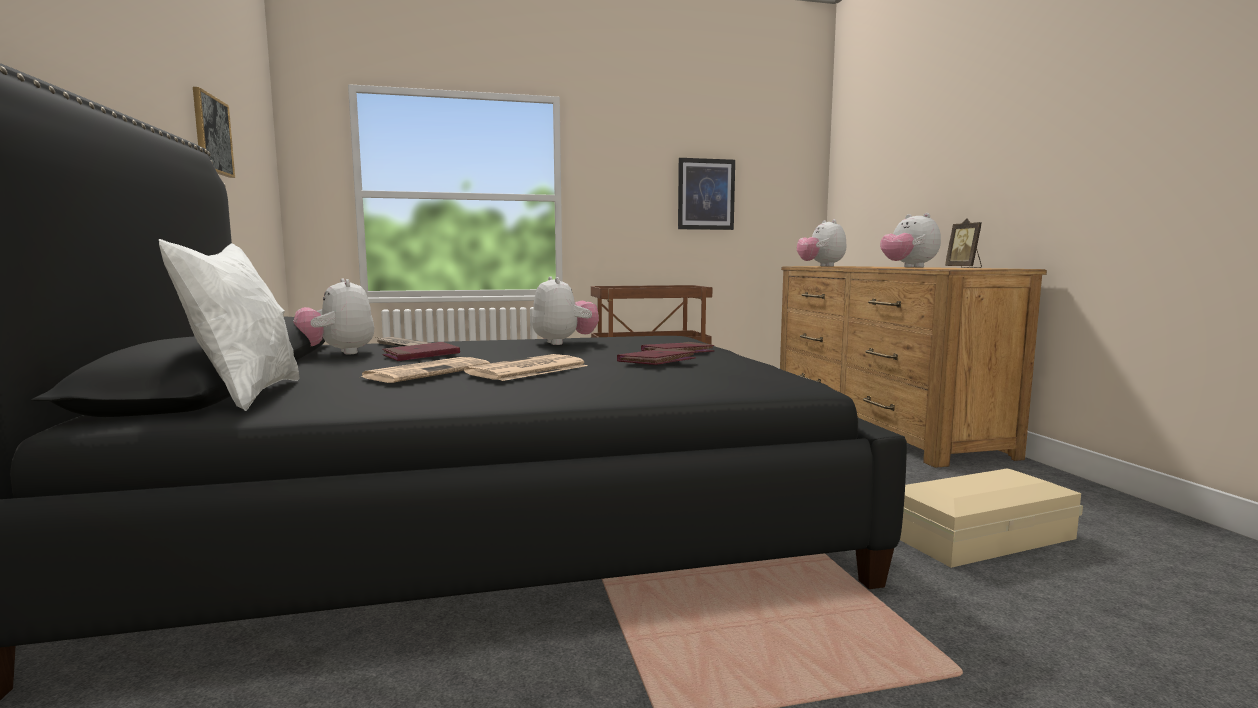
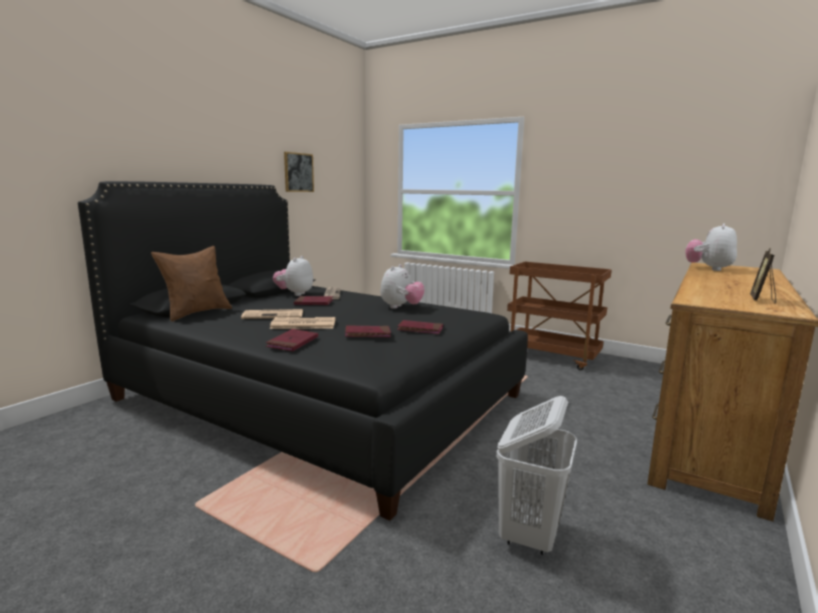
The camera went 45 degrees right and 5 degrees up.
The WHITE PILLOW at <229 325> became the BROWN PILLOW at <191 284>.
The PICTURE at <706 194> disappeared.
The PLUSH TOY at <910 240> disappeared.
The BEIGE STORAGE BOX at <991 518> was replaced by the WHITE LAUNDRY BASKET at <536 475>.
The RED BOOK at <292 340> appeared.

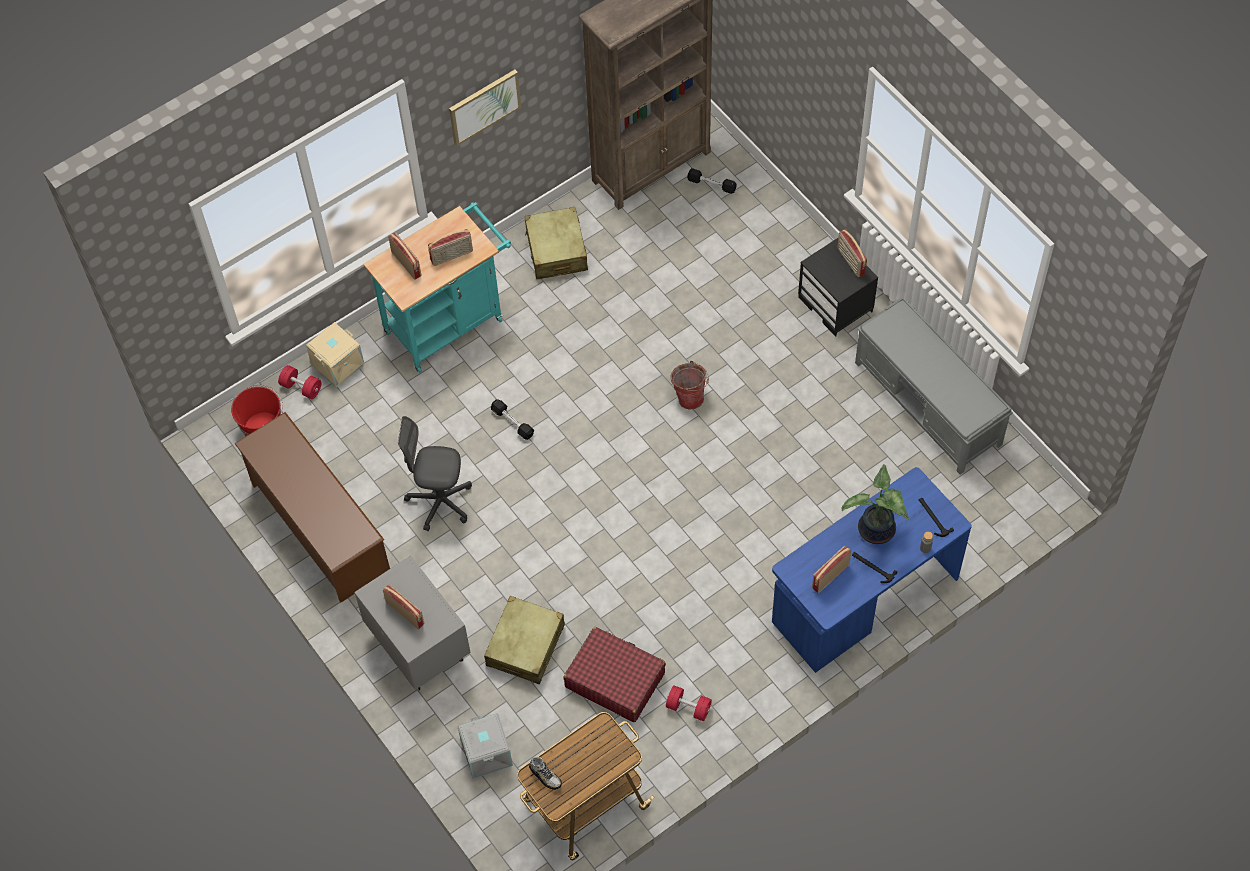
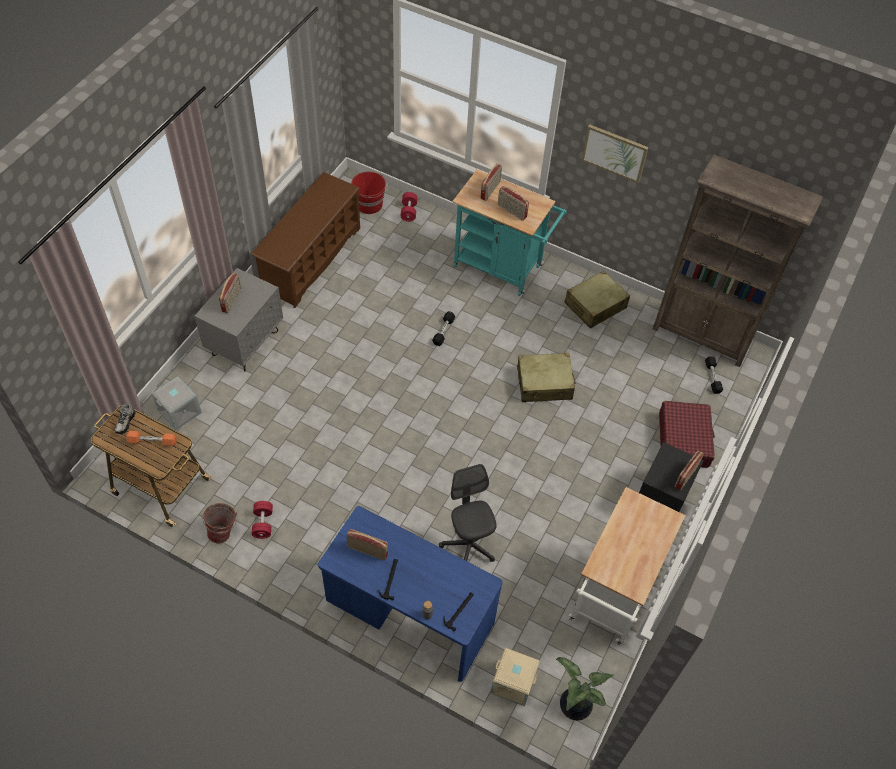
The camera went 60 degrees right and 5 degrees down.
The BEIGE STORAGE BOX moved from <335 354> to <515 677>.
The GREY OFFICE CHAIR moved from <435 473> to <468 513>.
The BEIGE SUITCASE moved from <524 640> to <546 377>.
The RED SUITCASE moved from <615 674> to <687 434>.
The BUCKET moved from <689 385> to <219 523>.
The POTTED PLANT moved from <875 504> to <585 688>.
The GREY BENCH at <934 386> was replaced by the WHITE CART at <626 566>.
The ORANGE DUMBBELL at <151 438> appeared.

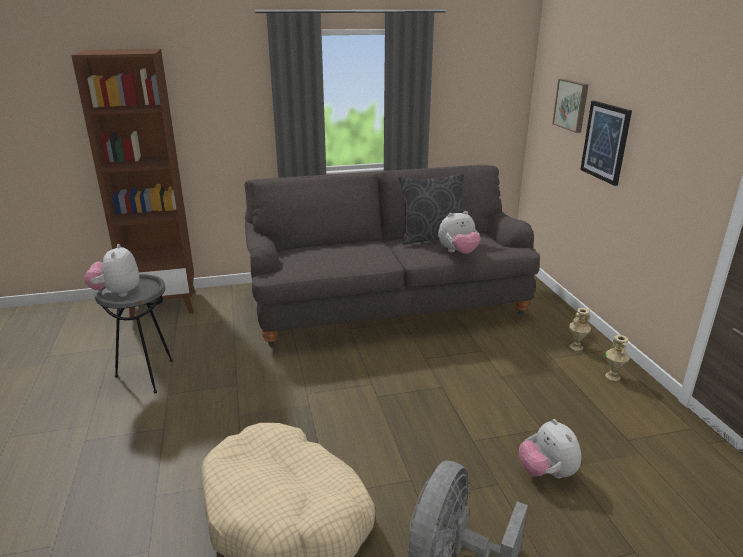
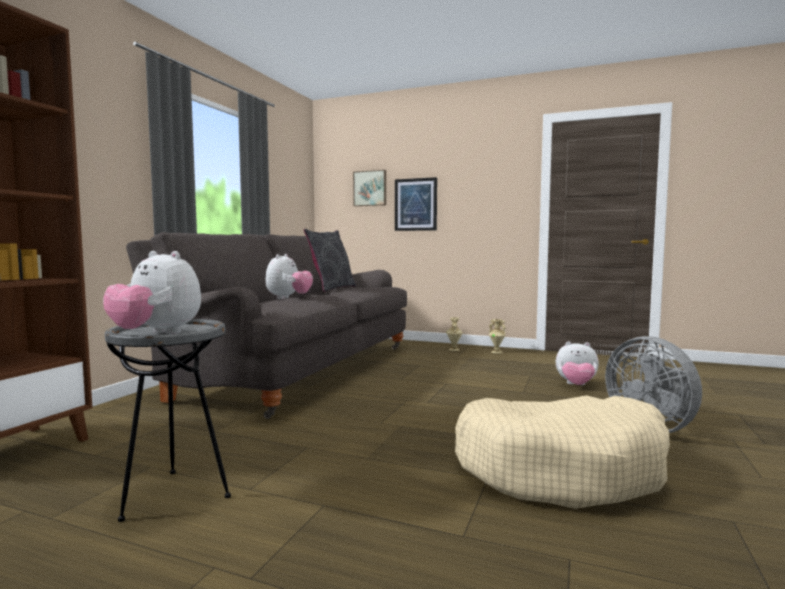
The camera went 55 degrees left and 20 degrees down.
The PLUSH TOY moved from <459 232> to <289 276>.

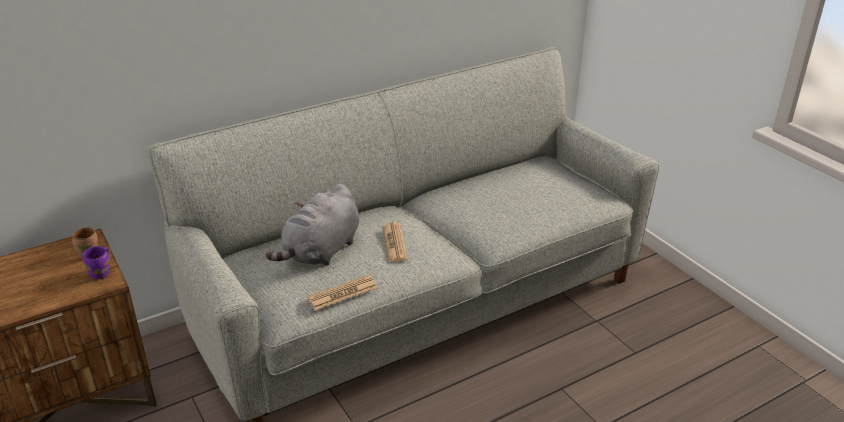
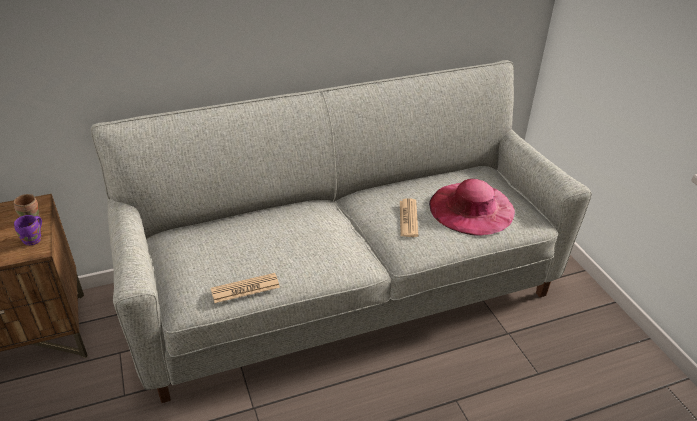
The camera went 10 degrees right and 5 degrees up.
The GREY PLUSH TOY at <312 225> disappeared.
The NEWSPAPER moved from <395 242> to <409 217>.
The PINK HAT at <472 207> appeared.

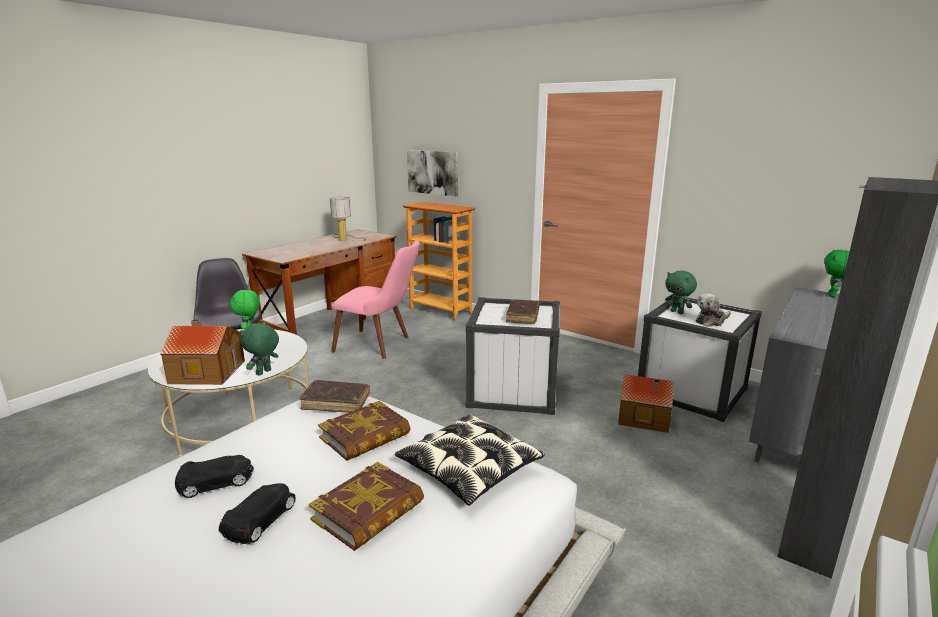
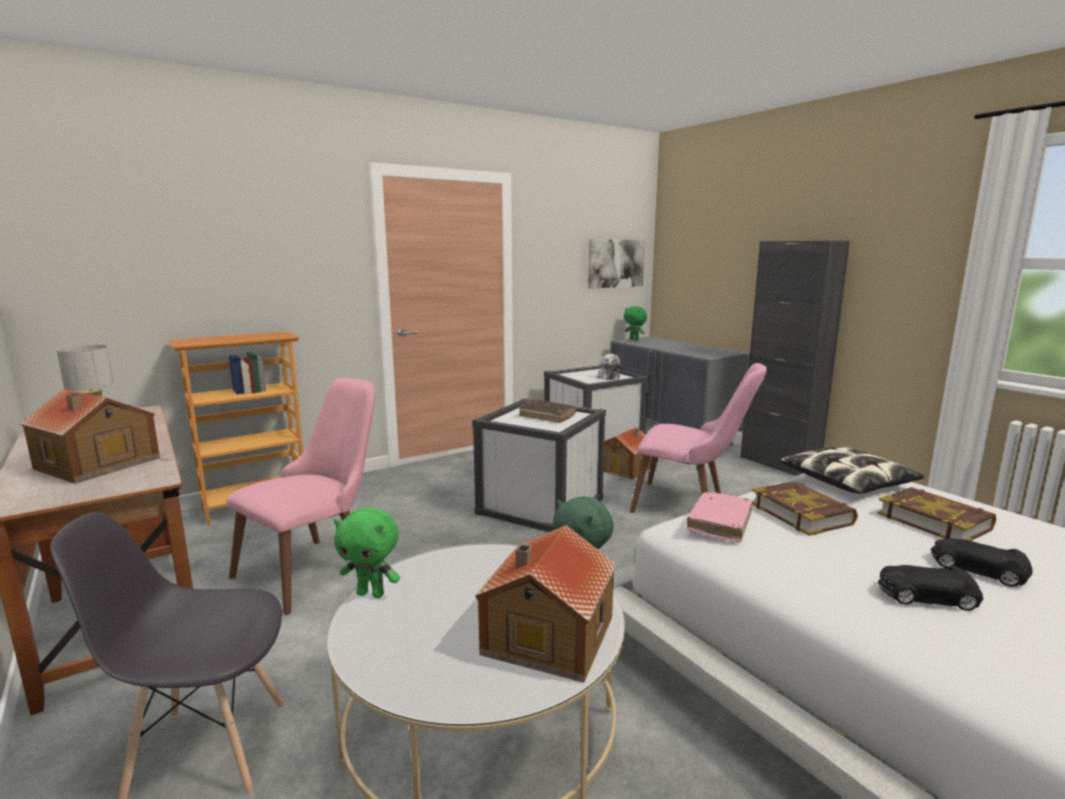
The camera went 70 degrees left and 5 degrees down.
The BLACK TOY CAR at <214 476> turned 75 degrees counterclockwise.
The BROWN BOOK at <335 396> became the PINK BOOK at <719 517>.
The PICTURE moved from <432 173> to <616 264>.
The GREEN PLUSH TOY at <681 292> disappeared.
The TOY HOUSE at <90 436> appeared.
The PINK CHAIR at <698 438> appeared.

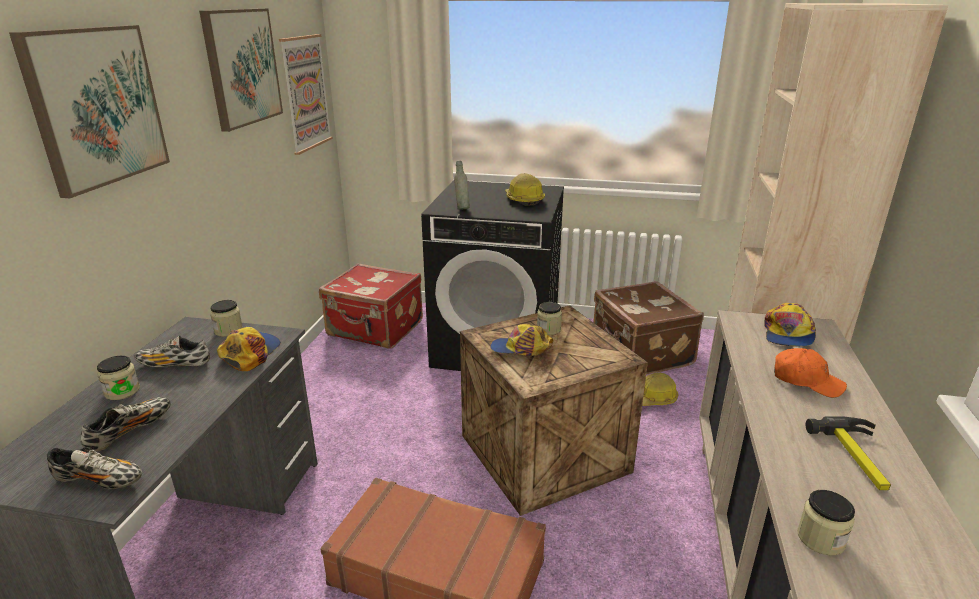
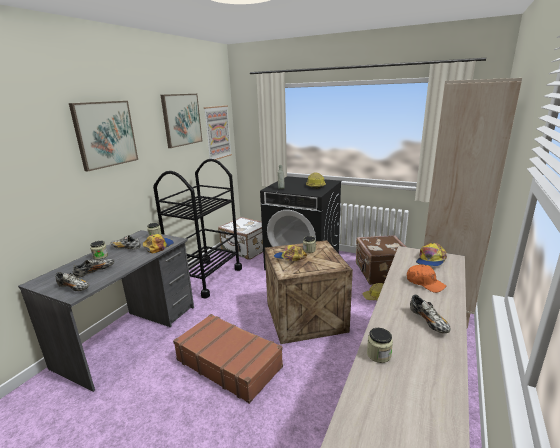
The camera went 15 degrees right and 5 degrees down.
The RED SUITCASE at <371 306> became the WHITE SUITCASE at <240 238>.
The HAMMER at <848 453> was replaced by the SHOE at <430 313>.
The BLACK CART at <197 228> appeared.

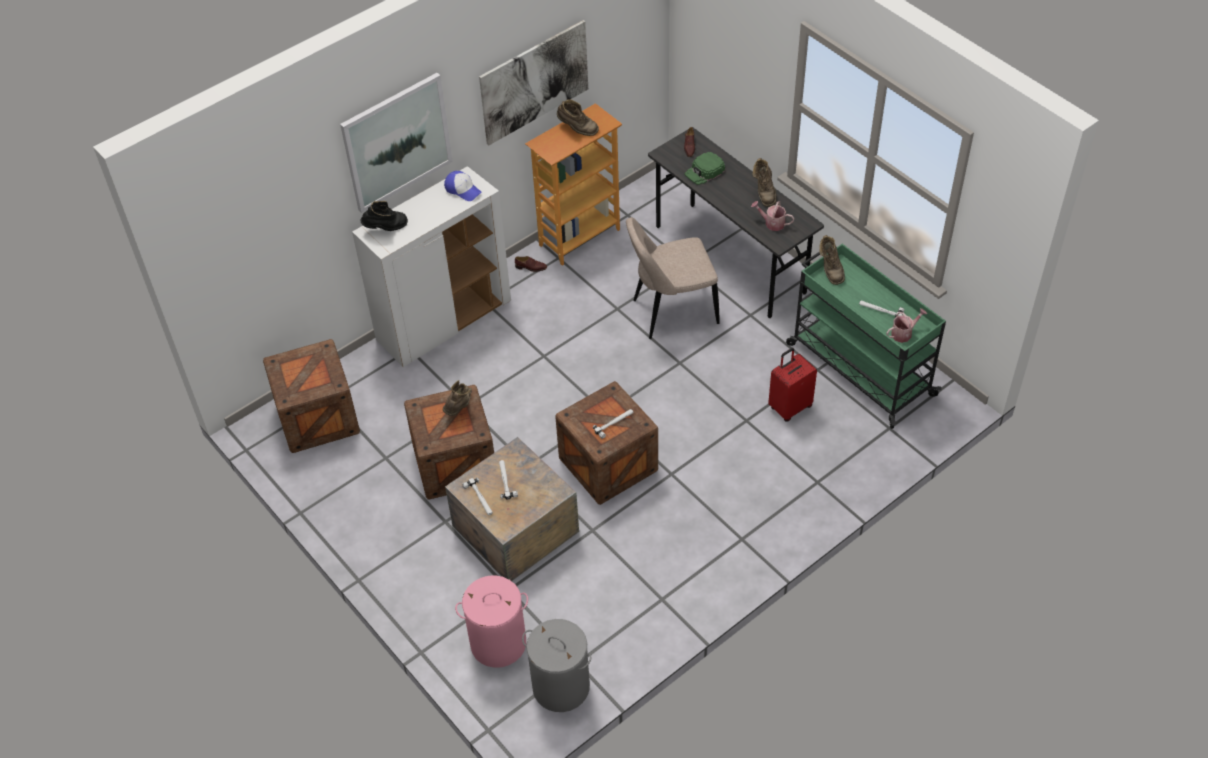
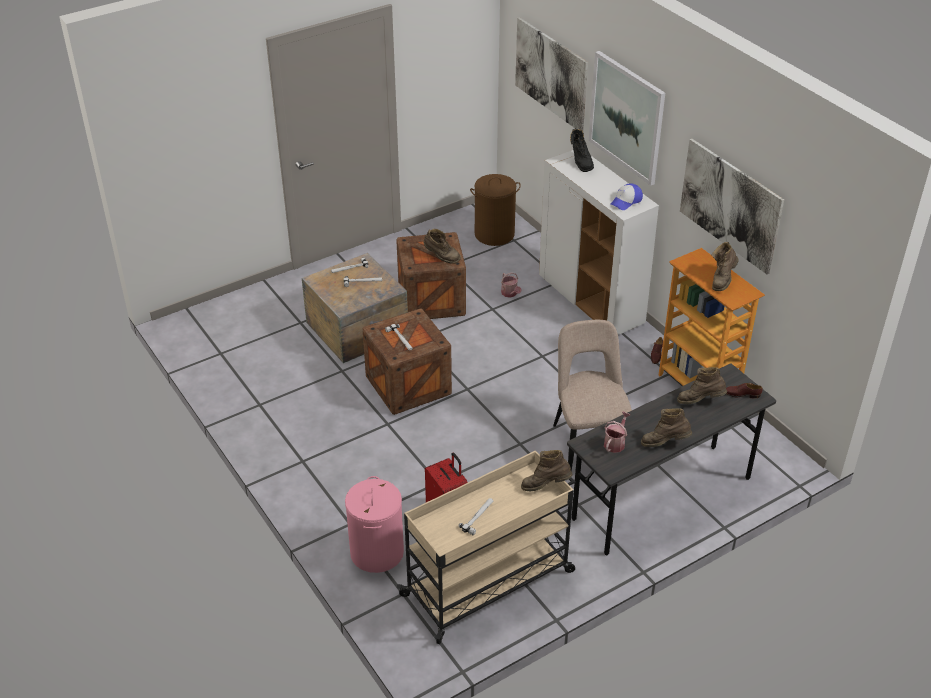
The camera went 95 degrees right and 10 degrees down.
The CRATE at <311 396> was replaced by the BROWN LAUNDRY BASKET at <495 210>.
The PINK LAUNDRY BASKET moved from <491 621> to <374 524>.
The GREY LAUNDRY BASKET at <556 665> disappeared.
The GREEN CAP at <705 168> was replaced by the BROWN BOOT at <702 385>.
The GREEN CART at <866 336> became the BEIGE CART at <486 547>.
The WATERING CAN moved from <906 325> to <511 285>.
The PICTURE at <551 74> appeared.

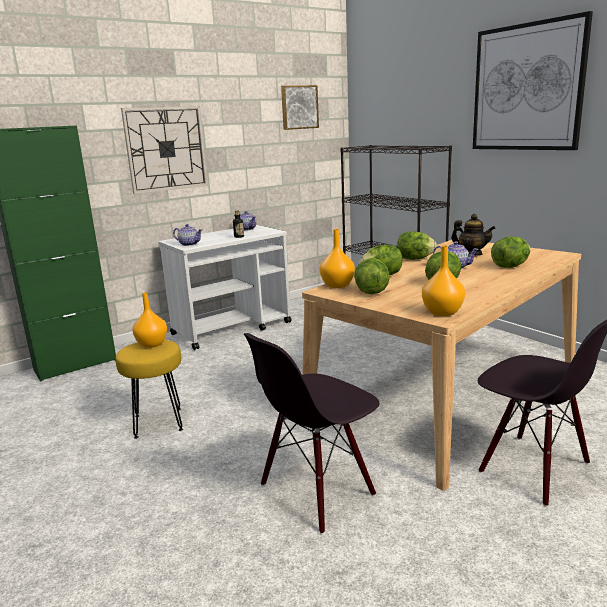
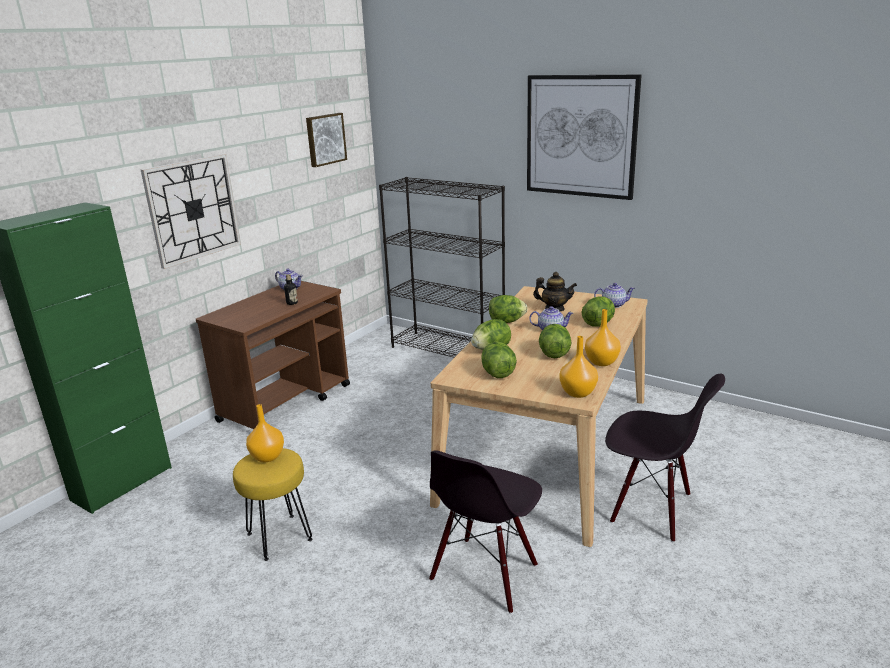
The camera went 20 degrees left and 5 degrees up.
The WHITE CART at <225 287> became the BROWN CART at <273 355>.
The TEAPOT moved from <188 235> to <614 295>.
The ORANGE VASE moved from <337 258> to <603 337>.

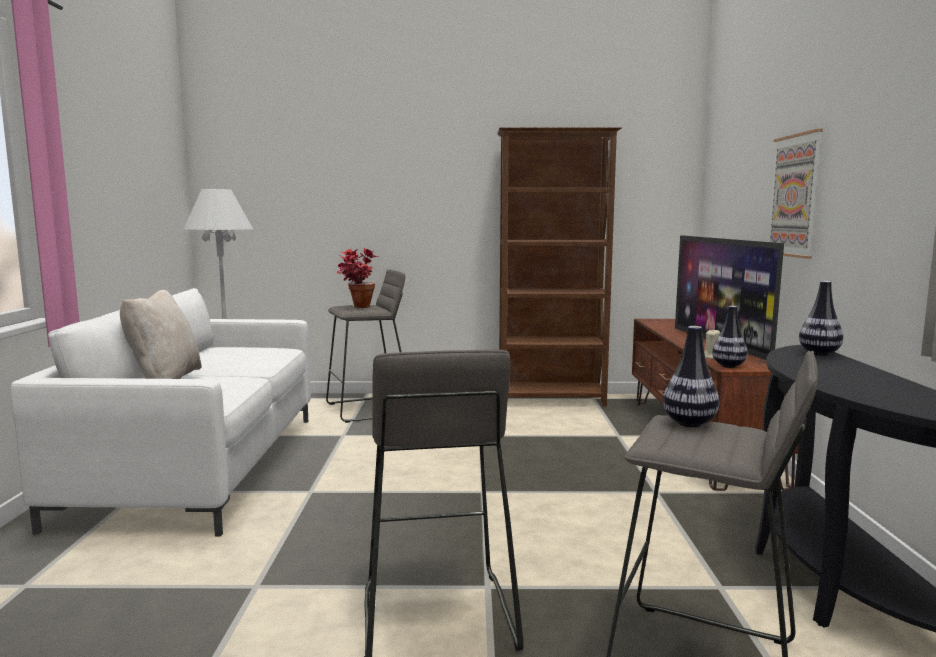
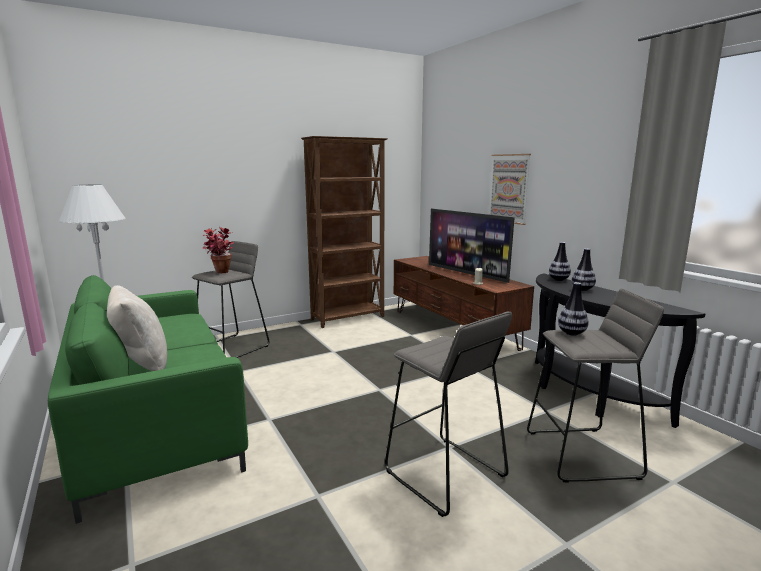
The camera went 30 degrees left and 5 degrees up.
The WHITE SOFA at <161 412> became the GREEN SOFA at <148 399>.
The VASE moved from <729 337> to <584 269>.

